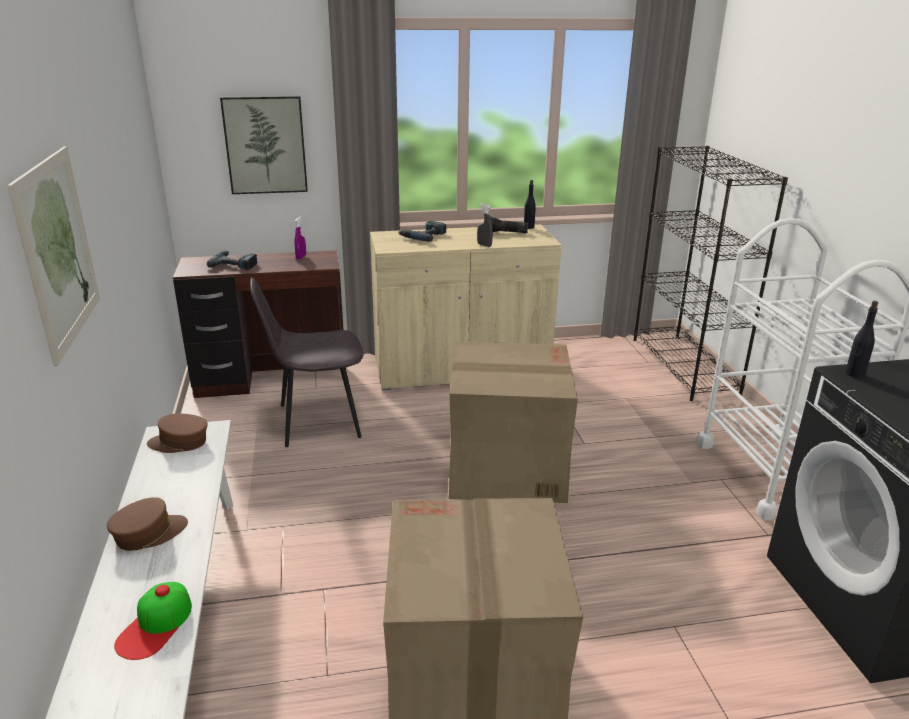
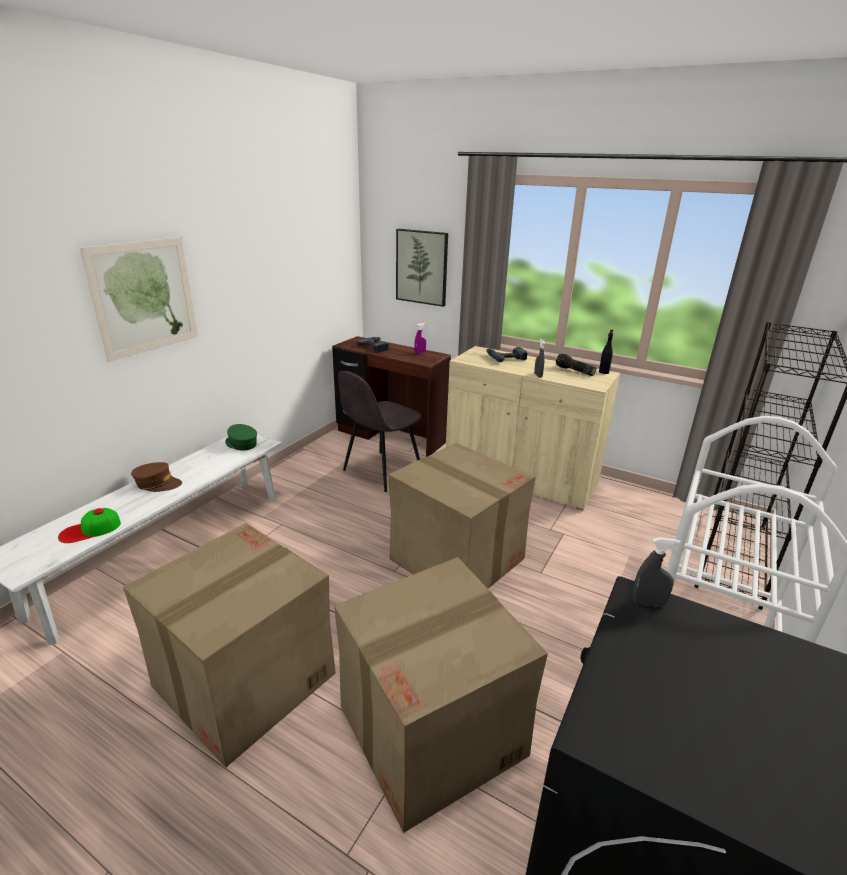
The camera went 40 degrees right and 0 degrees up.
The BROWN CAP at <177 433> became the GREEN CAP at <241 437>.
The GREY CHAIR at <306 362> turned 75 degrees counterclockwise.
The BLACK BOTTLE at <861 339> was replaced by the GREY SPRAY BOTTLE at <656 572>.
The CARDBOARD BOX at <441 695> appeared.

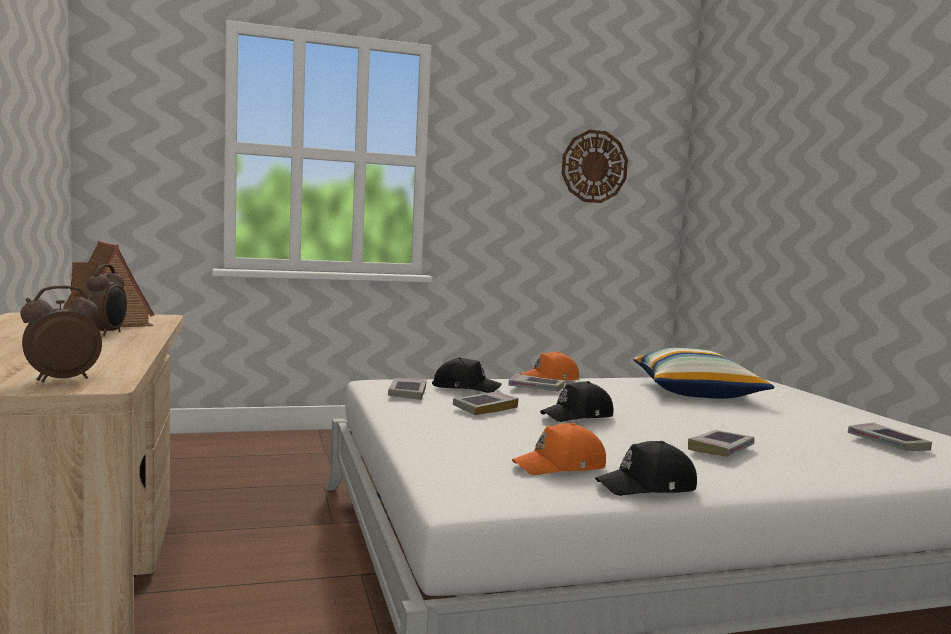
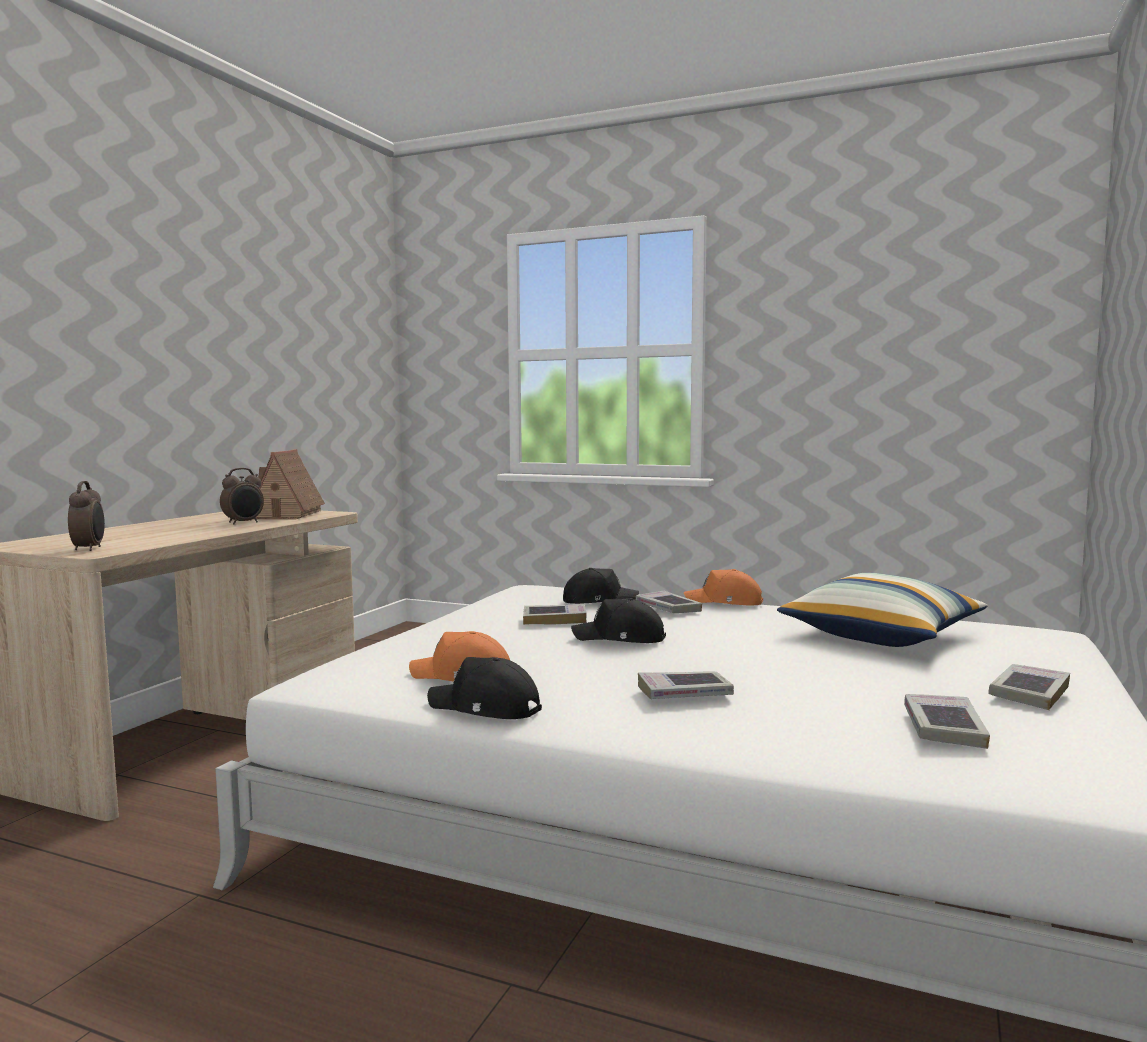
The camera went 40 degrees right and 0 degrees up.
The ALARM CLOCK at <61 334> turned 75 degrees clockwise.
The BOOK moved from <407 389> to <1029 687>.
The BLACK CAP at <467 375> turned 60 degrees counterclockwise.
The WALL CLOCK at <595 166> disappeared.

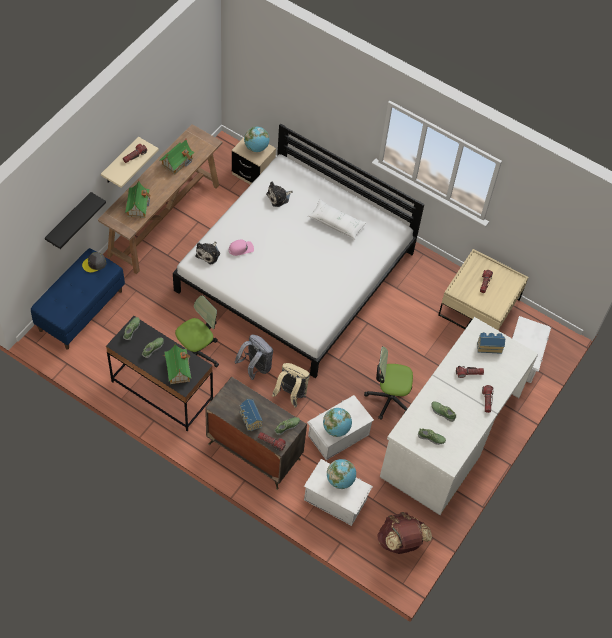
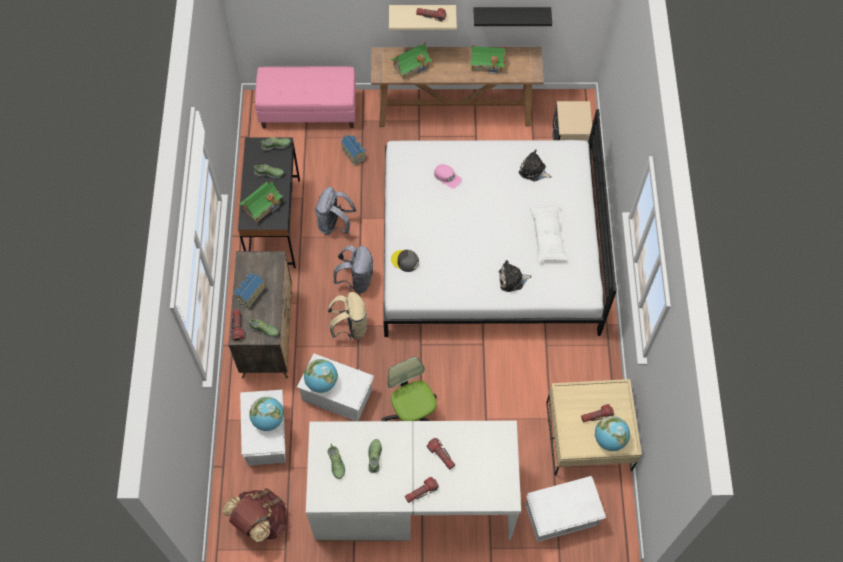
The camera went 60 degrees right and 5 degrees up.
The BLUE BENCH at <78 298> became the PINK BENCH at <305 97>.
The BLACK SHELF moved from <75 220> to <513 16>.
The GREY CAP moved from <94 262> to <405 261>.
The OFFICE CHAIR at <197 331> was replaced by the GREY BACKPACK at <336 211>.
The PLUSH TOY moved from <208 252> to <515 276>.
The GLOBE moved from <256 139> to <612 433>.
The TOY HOUSE moved from <491 343> to <353 150>.

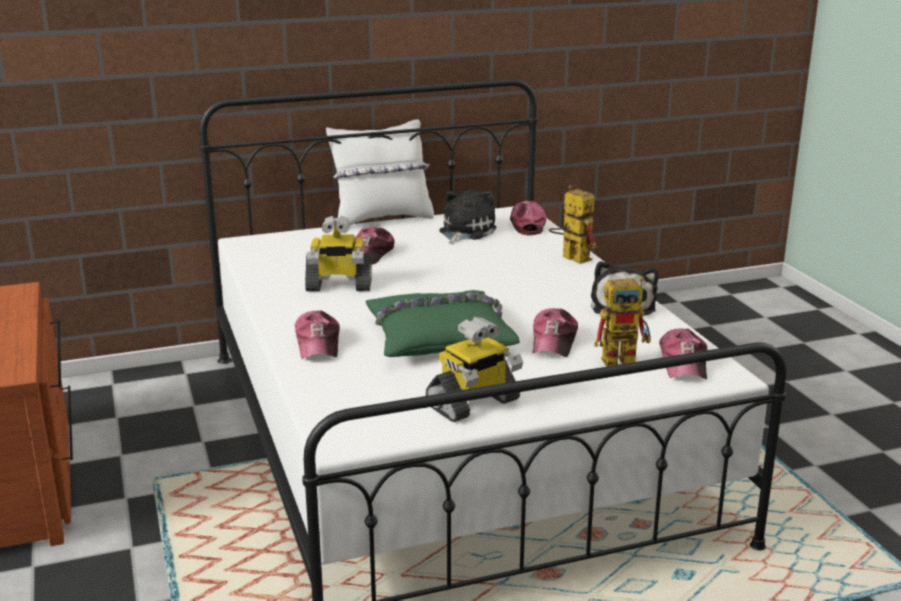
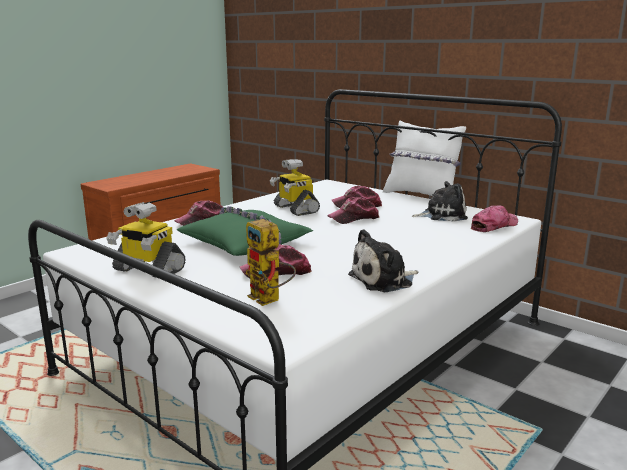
The camera went 60 degrees right and 5 degrees down.
The TOY ROBOT at <572 224> disappeared.
The CAP moved from <683 353> to <353 210>.

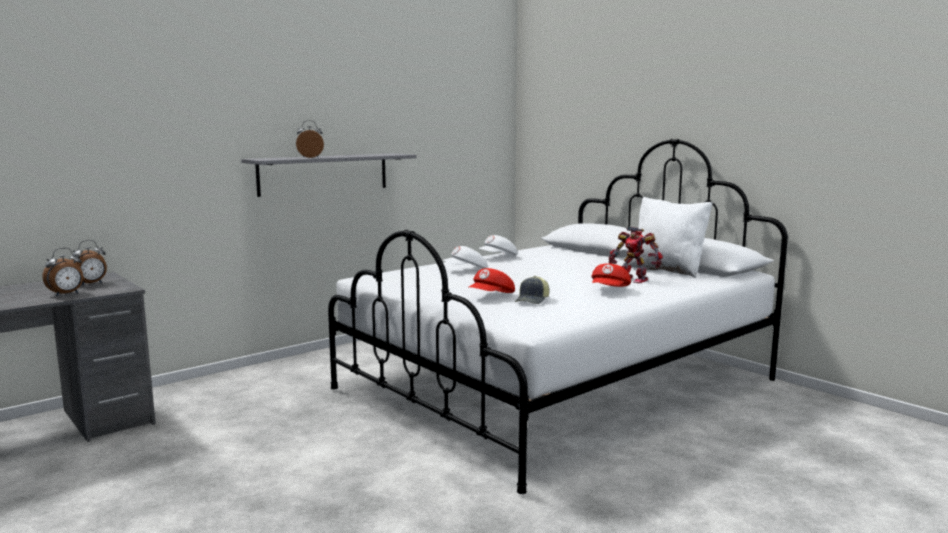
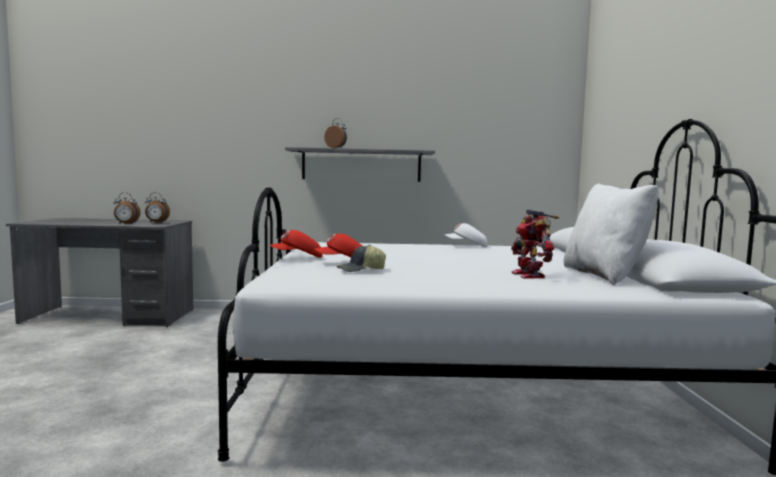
The camera went 40 degrees right and 5 degrees down.
The WHITE CAP at <465 257> disappeared.
The RED CAP moved from <611 275> to <296 244>.

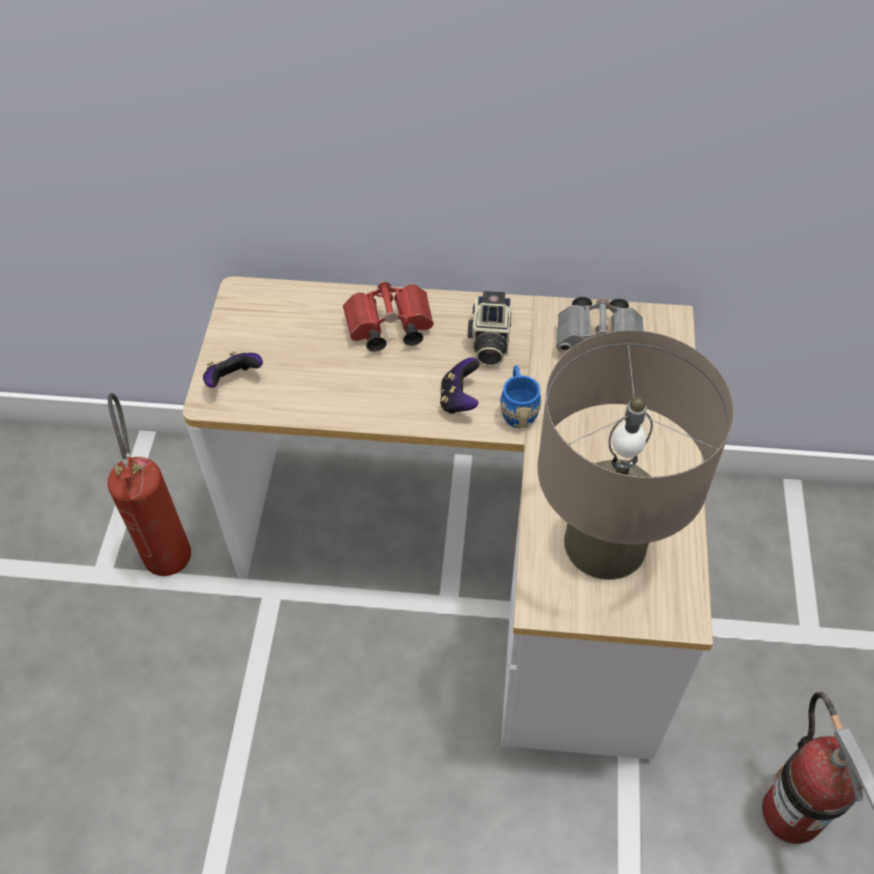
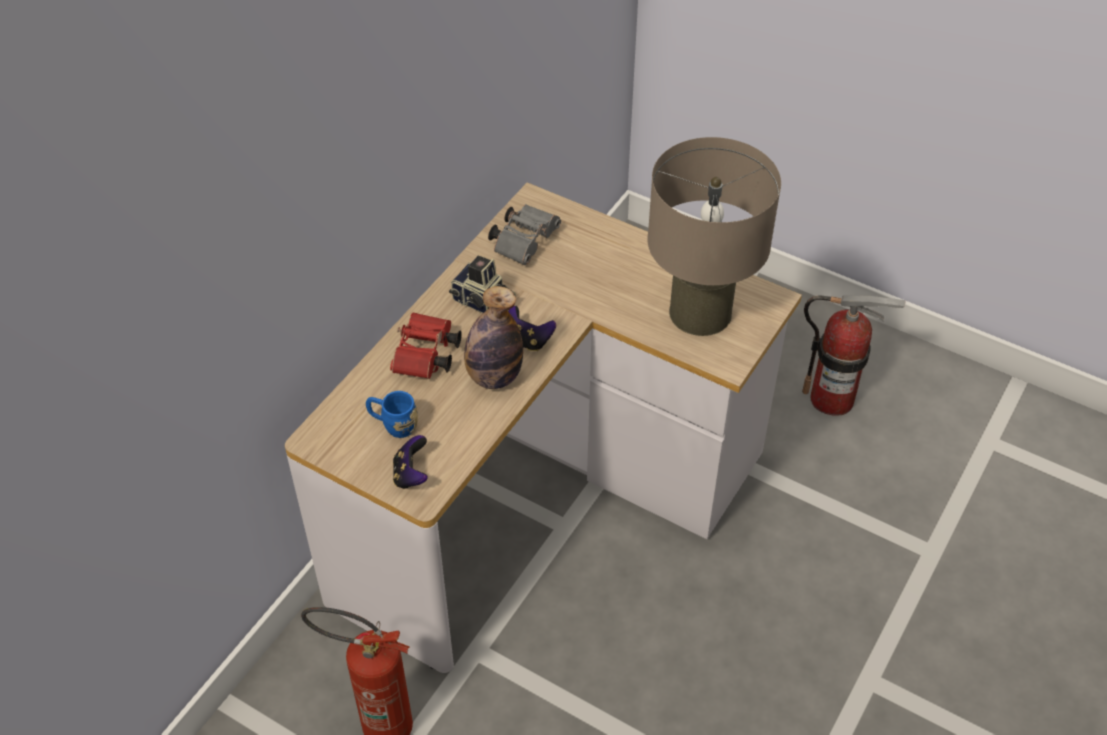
The camera went 65 degrees left and 5 degrees down.
The BLUE MUG moved from <521 396> to <392 414>.
The BOTTLE at <493 337> appeared.

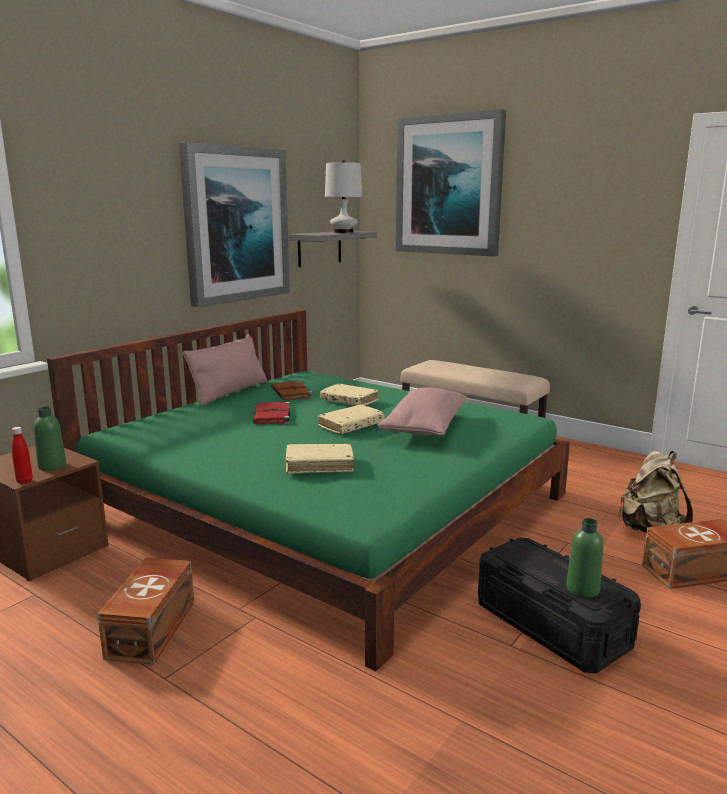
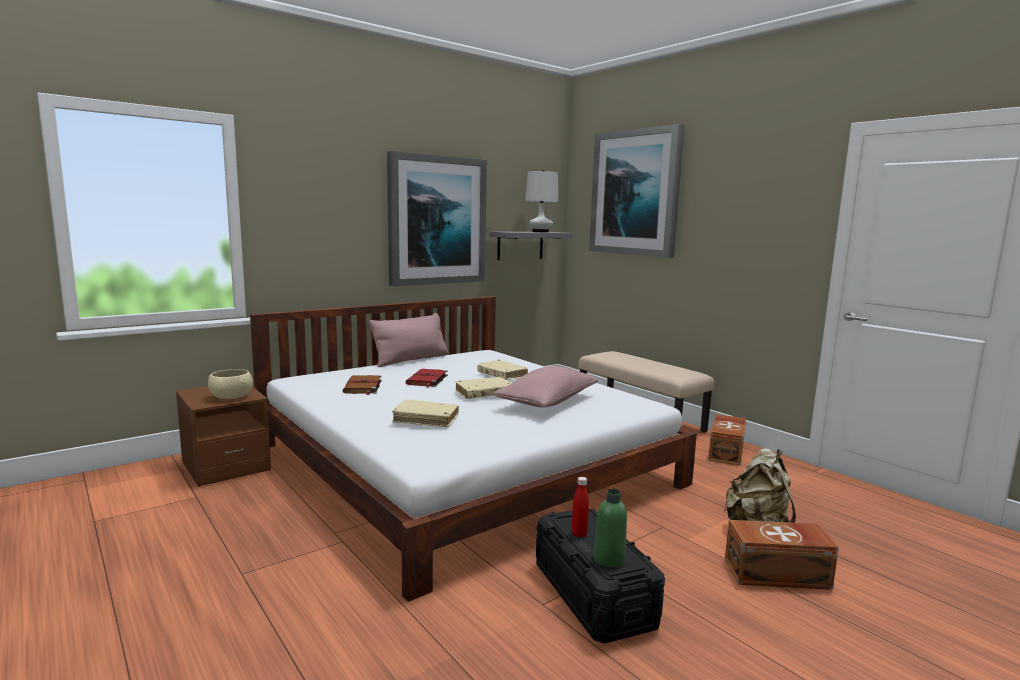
The camera went 15 degrees right and 5 degrees down.
The RED BOTTLE moved from <22 455> to <580 507>.
The GREEN BOTTLE at <50 439> was replaced by the BEIGE BOWL at <230 384>.
The GREEN BED at <308 491> became the WHITE BED at <473 449>.
The BROWN STORAGE BOX moved from <145 611> to <727 440>.
The BROWN BOOK moved from <292 390> to <362 385>.

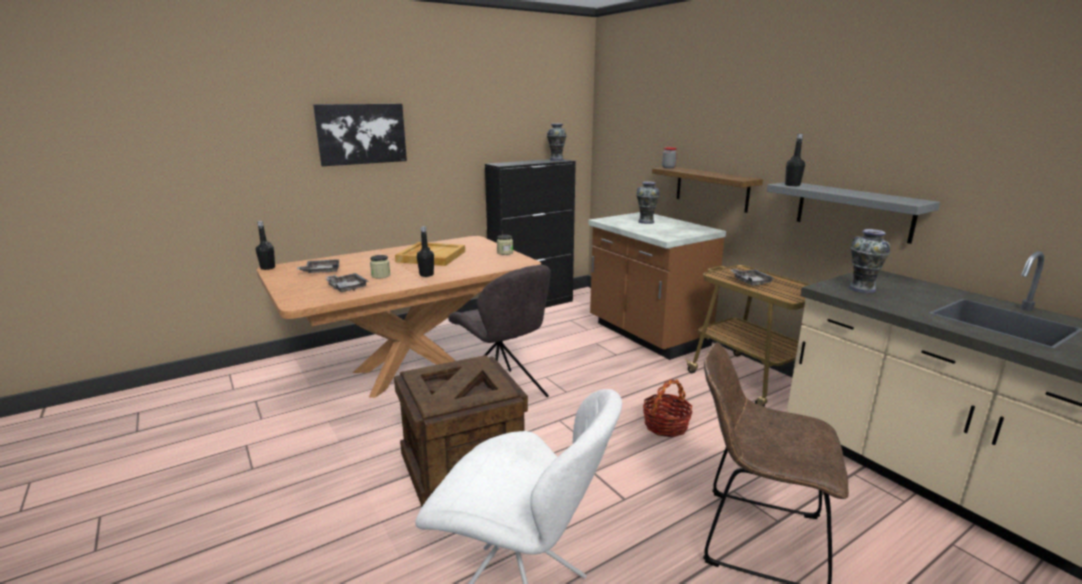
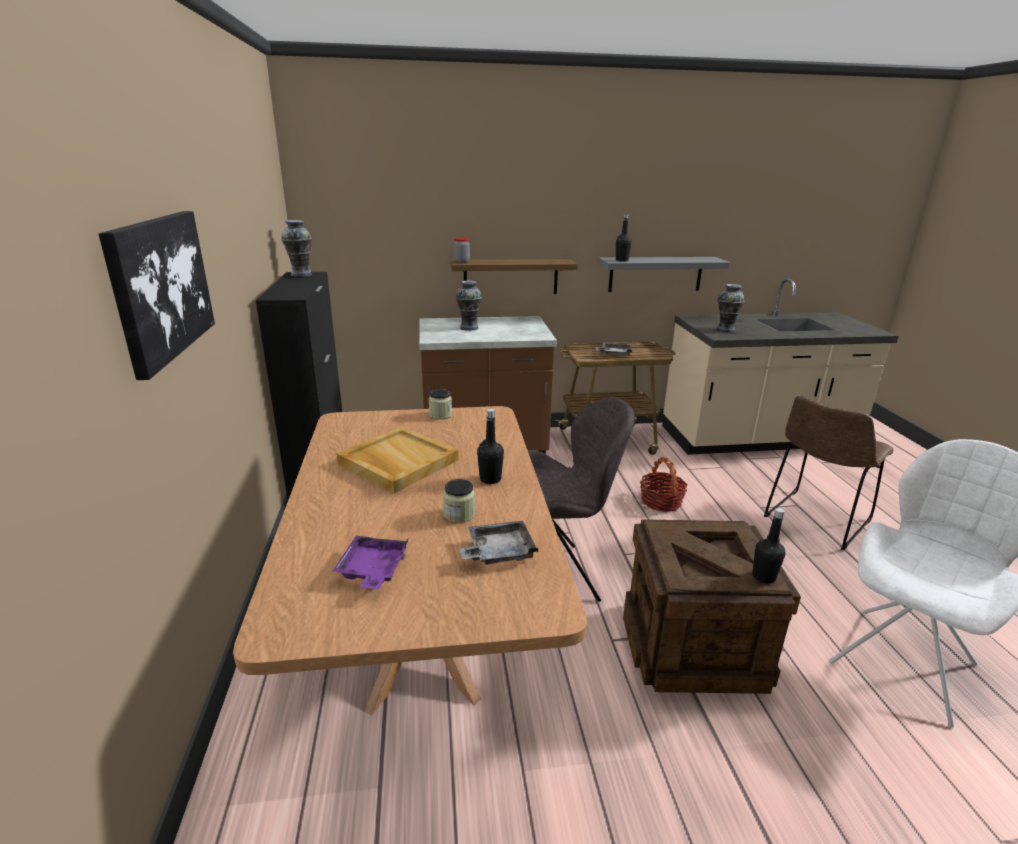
The camera went 65 degrees left and 5 degrees up.
The BLACK BOTTLE moved from <265 245> to <769 546>.
The GREY TRAY at <318 266> became the PURPLE TRAY at <370 562>.

